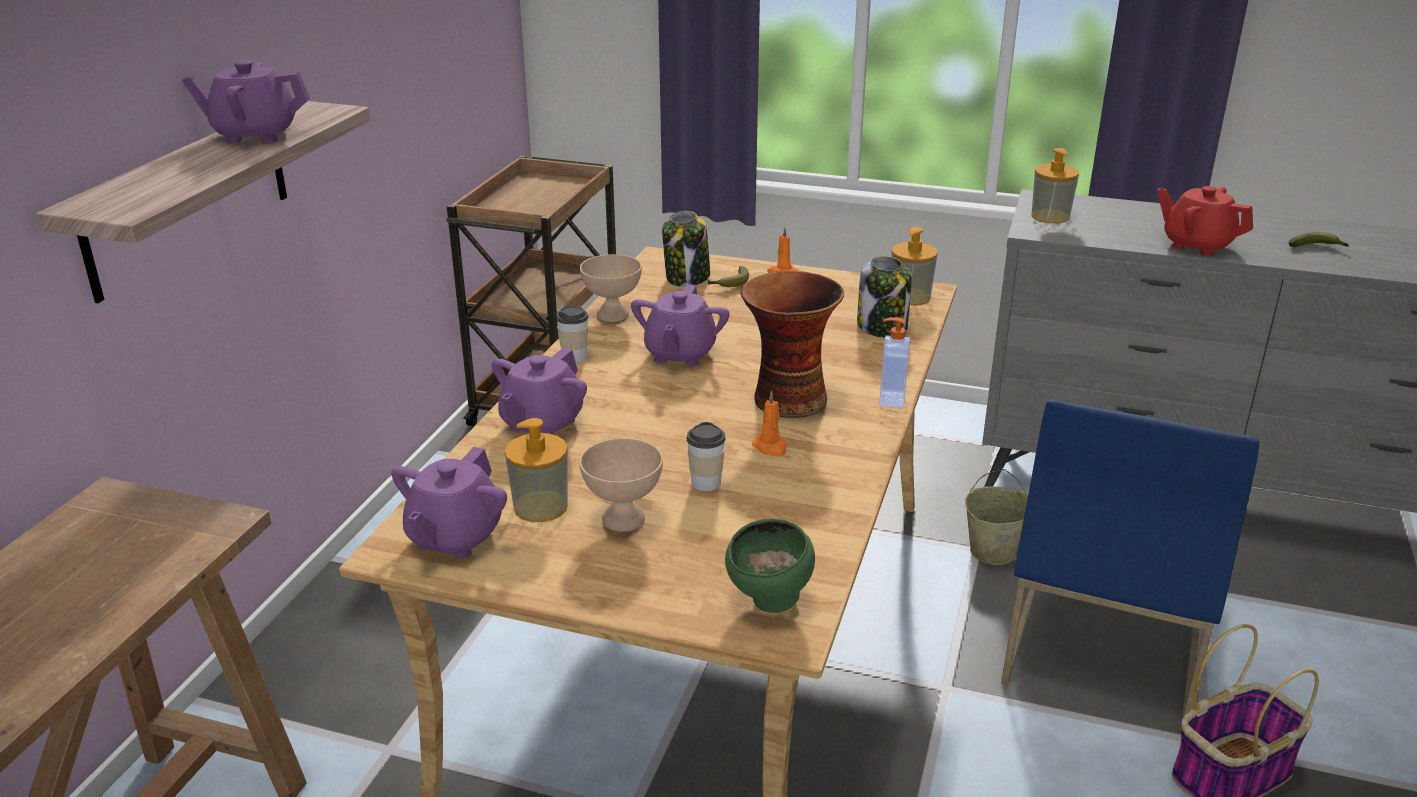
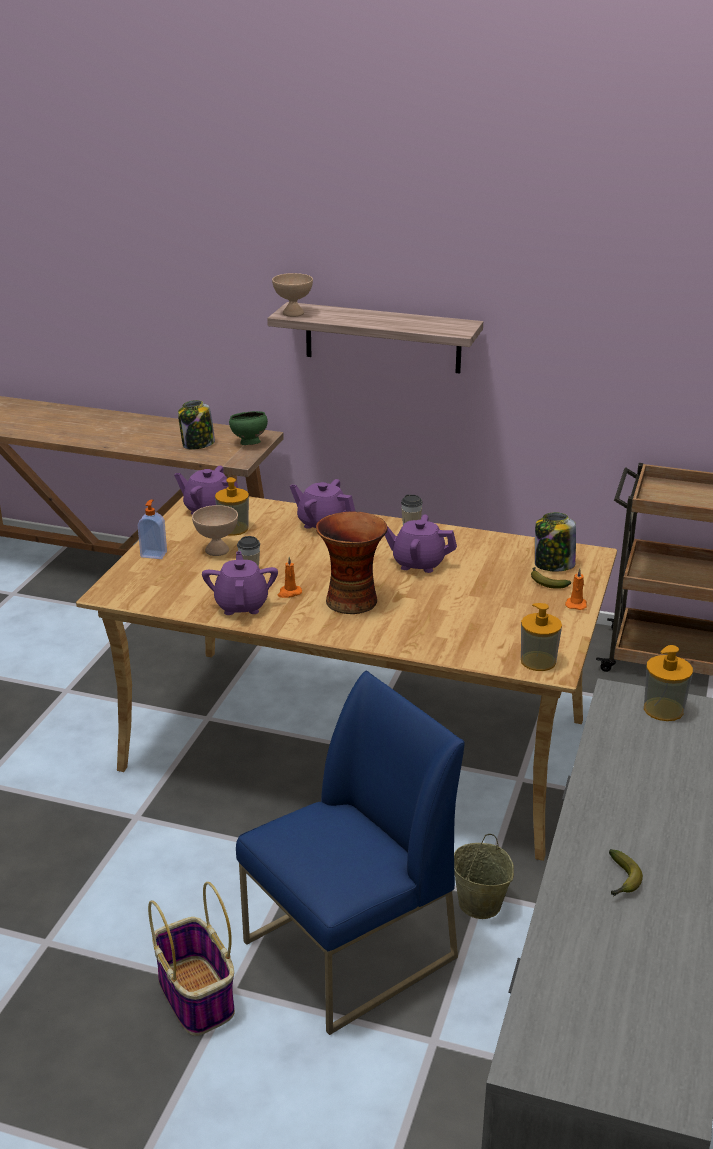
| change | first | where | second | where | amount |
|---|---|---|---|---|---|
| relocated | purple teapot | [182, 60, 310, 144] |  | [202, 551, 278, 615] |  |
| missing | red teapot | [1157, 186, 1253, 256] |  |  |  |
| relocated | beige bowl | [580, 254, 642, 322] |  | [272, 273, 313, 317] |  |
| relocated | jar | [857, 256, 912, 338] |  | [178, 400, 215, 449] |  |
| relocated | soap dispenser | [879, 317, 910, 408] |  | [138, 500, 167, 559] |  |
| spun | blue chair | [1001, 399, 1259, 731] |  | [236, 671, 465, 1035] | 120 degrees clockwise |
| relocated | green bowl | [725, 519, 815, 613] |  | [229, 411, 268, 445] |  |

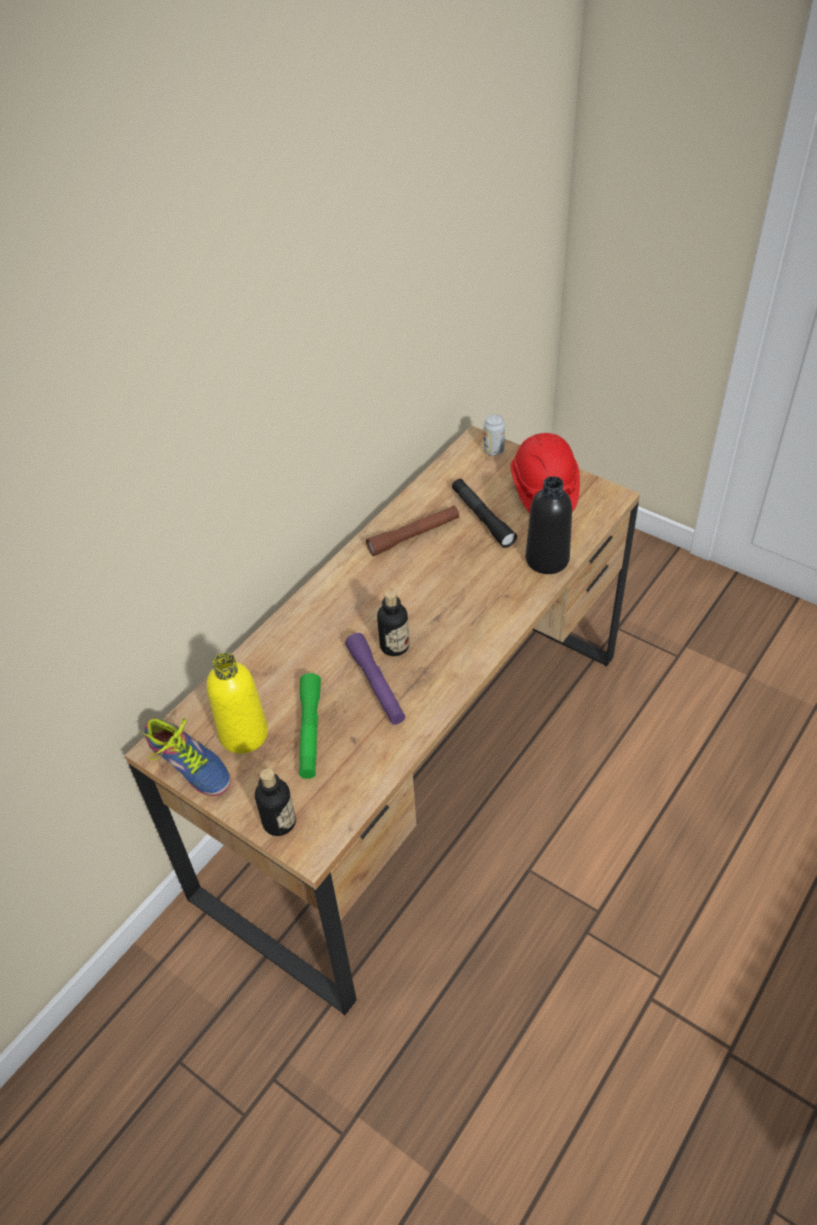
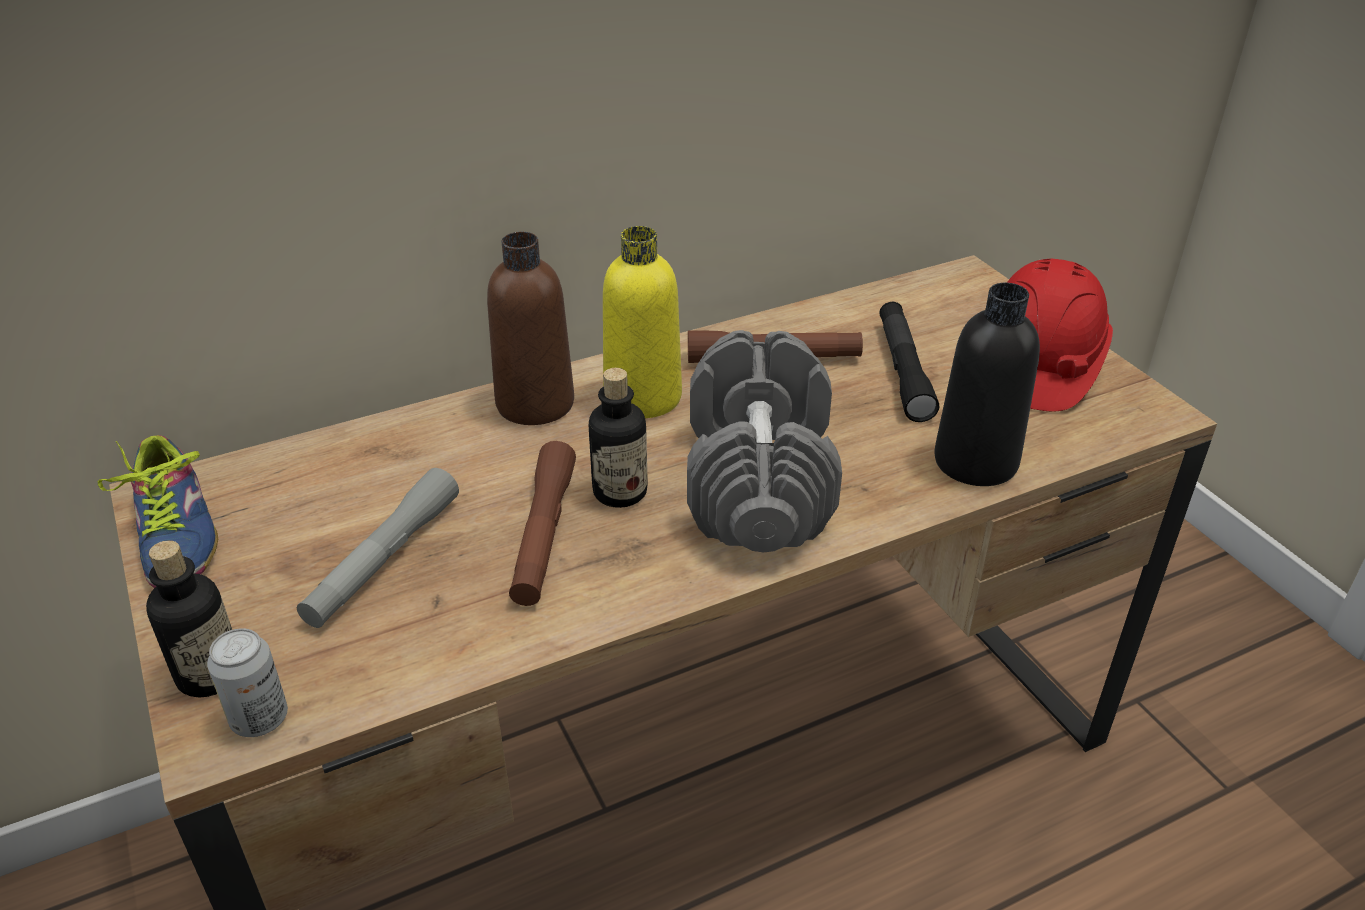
| change | first | where | second | where | amount |
|---|---|---|---|---|---|
| relocated | can | [483, 414, 505, 456] |  | [207, 628, 288, 737] |  |
| colour | purple flashlight | [345, 633, 405, 725] | brown flashlight | [509, 441, 576, 606] |  |
| relocated | yellow bottle | [207, 653, 268, 754] |  | [603, 226, 682, 418] |  |
| colour | green flashlight | [299, 673, 321, 779] | grey flashlight | [297, 468, 459, 628] |  |
| appeared |  |  | brown bottle | [487, 232, 574, 425] |  |
| appeared |  |  | grey dumbbell | [687, 330, 842, 553] |  |

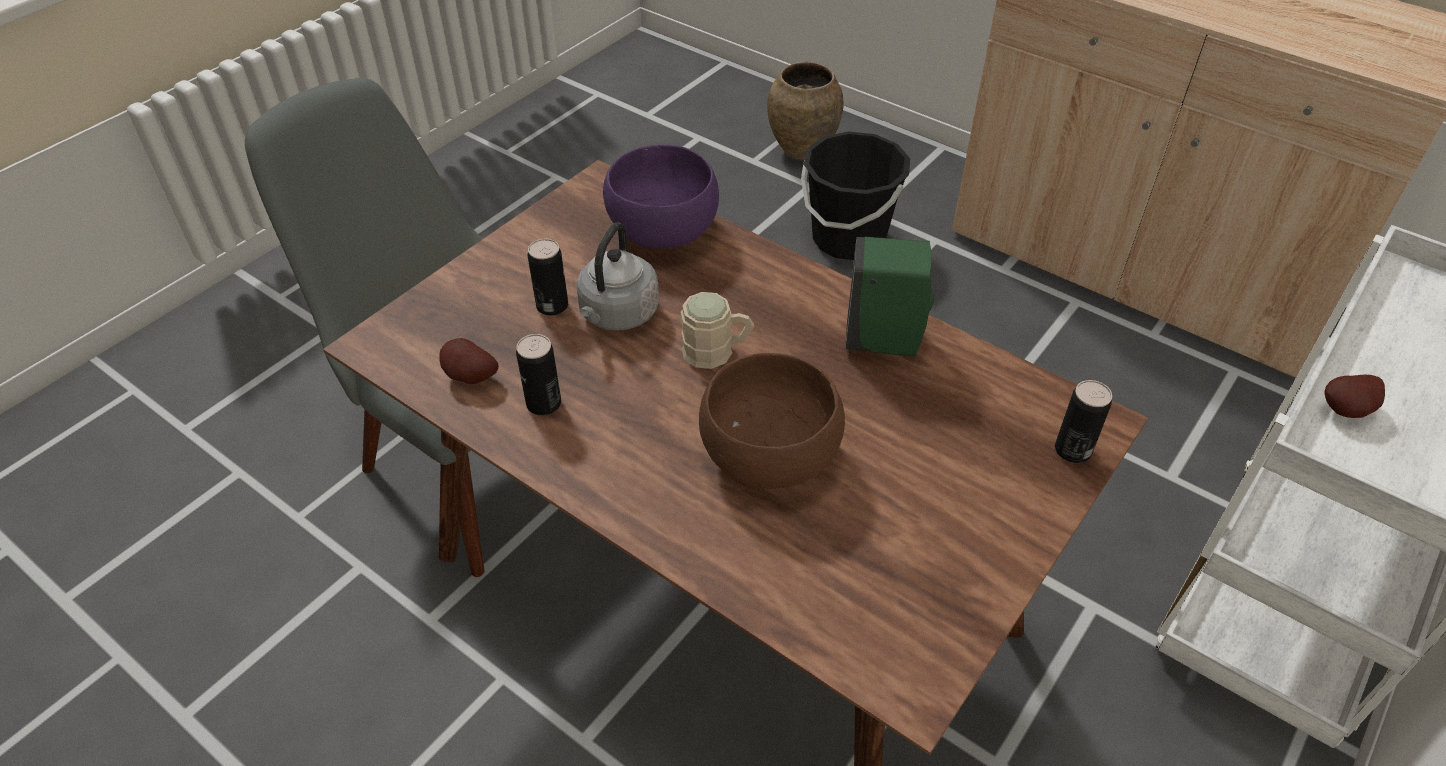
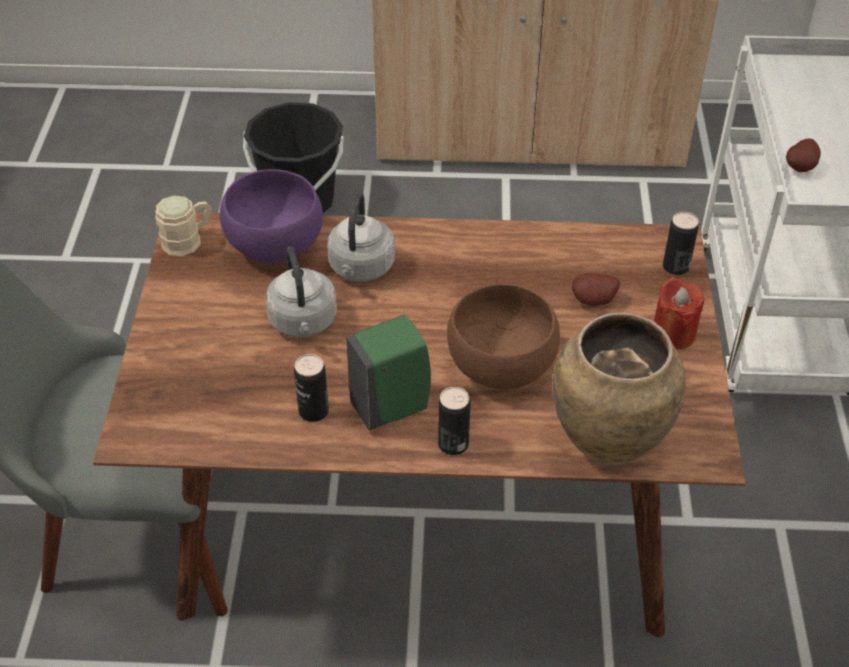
| change | first | where | second | where | amount |
|---|---|---|---|---|---|
| relocated | brown vase | [767, 62, 844, 160] |  | [553, 312, 686, 466] |  |
| relocated | green soap dispenser | [845, 237, 934, 356] |  | [346, 314, 431, 431] |  |
| relocated | can | [528, 239, 568, 316] |  | [438, 387, 471, 455] |  |
| relocated | beige mug | [680, 292, 754, 369] |  | [156, 196, 212, 256] |  |
| relocated | potato | [439, 338, 499, 384] |  | [572, 273, 620, 306] |  |
| appeared |  |  | grey kettle | [327, 193, 395, 281] |  |
| appeared |  |  | red candle | [654, 277, 705, 349] |  |

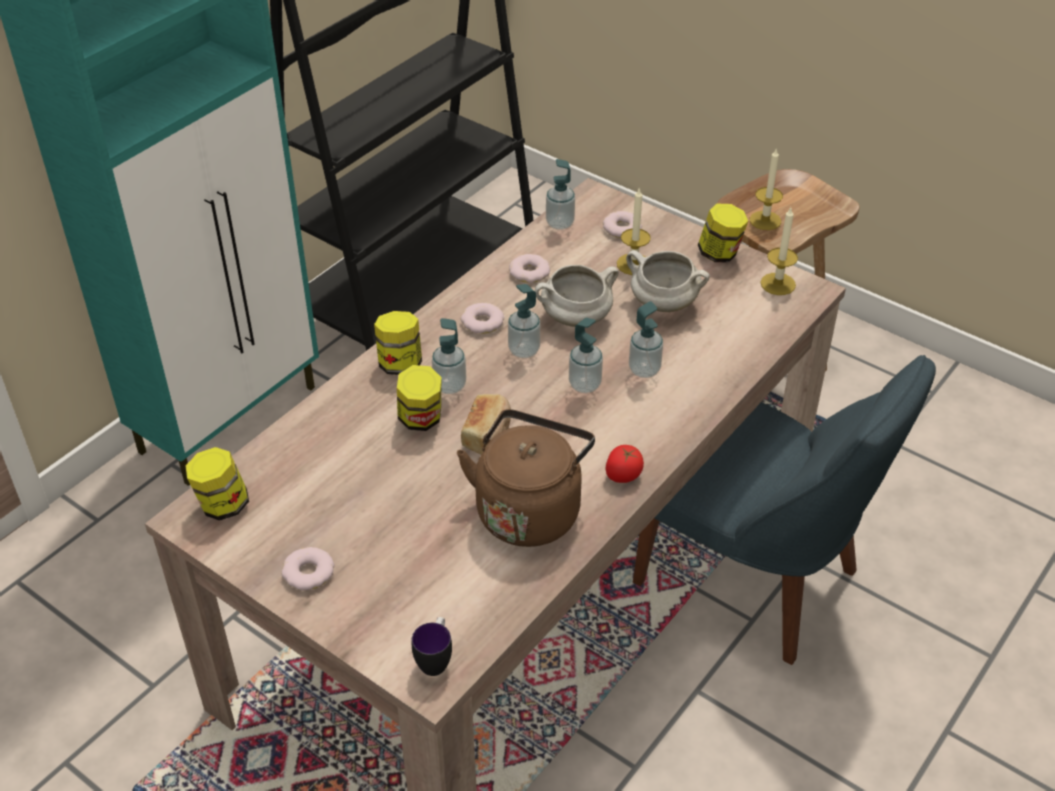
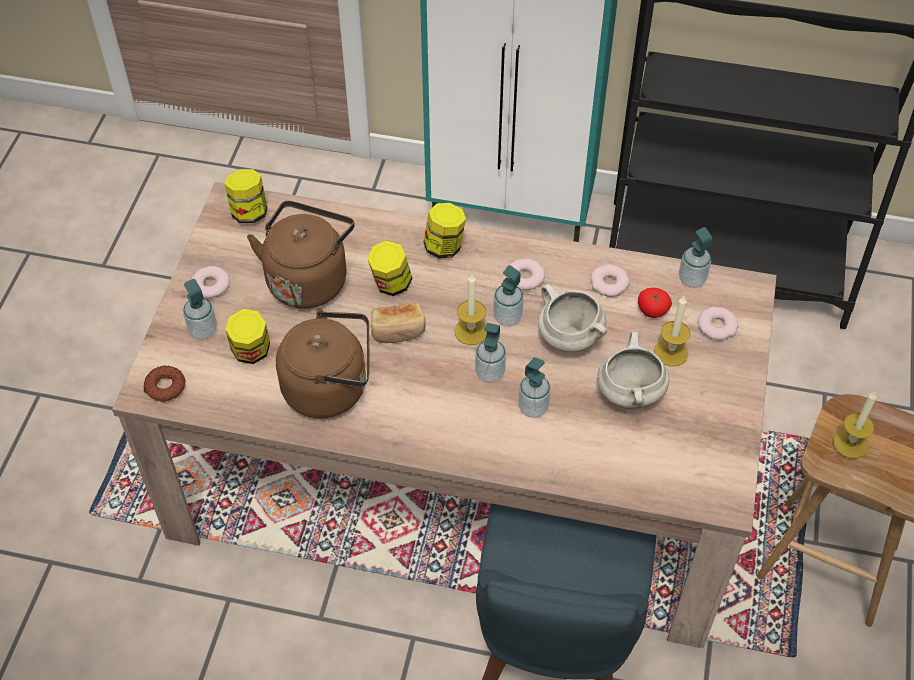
| change | first | where | second | where | amount |
|---|---|---|---|---|---|
| relocated | jar | [698, 204, 748, 262] |  | [225, 309, 270, 364] |  |
| relocated | candle | [760, 208, 798, 295] |  | [454, 275, 487, 345] |  |
| relocated | soap dispenser | [432, 318, 466, 394] |  | [183, 279, 217, 340] |  |
| relocated | tomato | [606, 445, 644, 483] |  | [638, 288, 672, 318] |  |
| exchanged | mug | [412, 617, 452, 676] | donut | [143, 365, 186, 402] |  |
| appeared |  |  | brown kettle | [247, 201, 355, 309] |  |

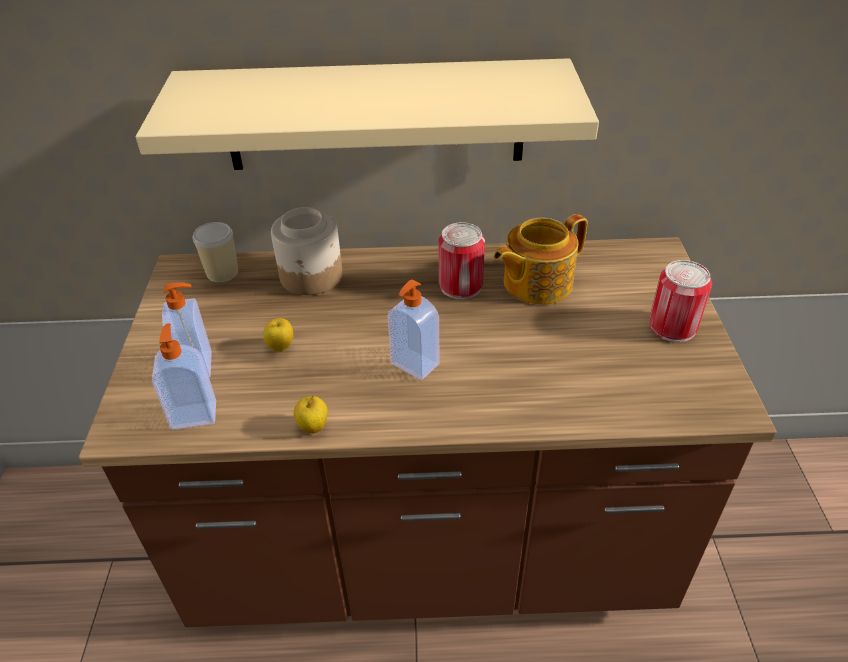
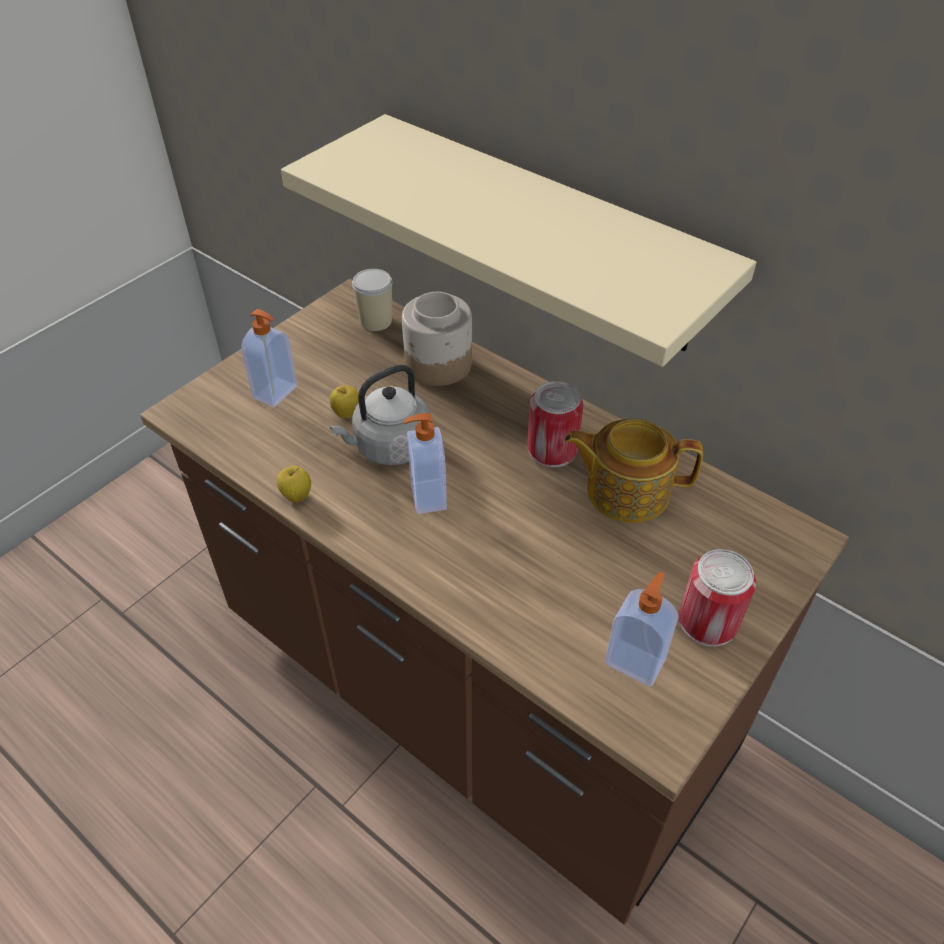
| change | first | where | second | where | amount |
|---|---|---|---|---|---|
| relocated | soap dispenser | [152, 323, 216, 430] |  | [605, 572, 678, 686] |  |
| appeared |  |  | grey kettle | [330, 365, 430, 465] |  |

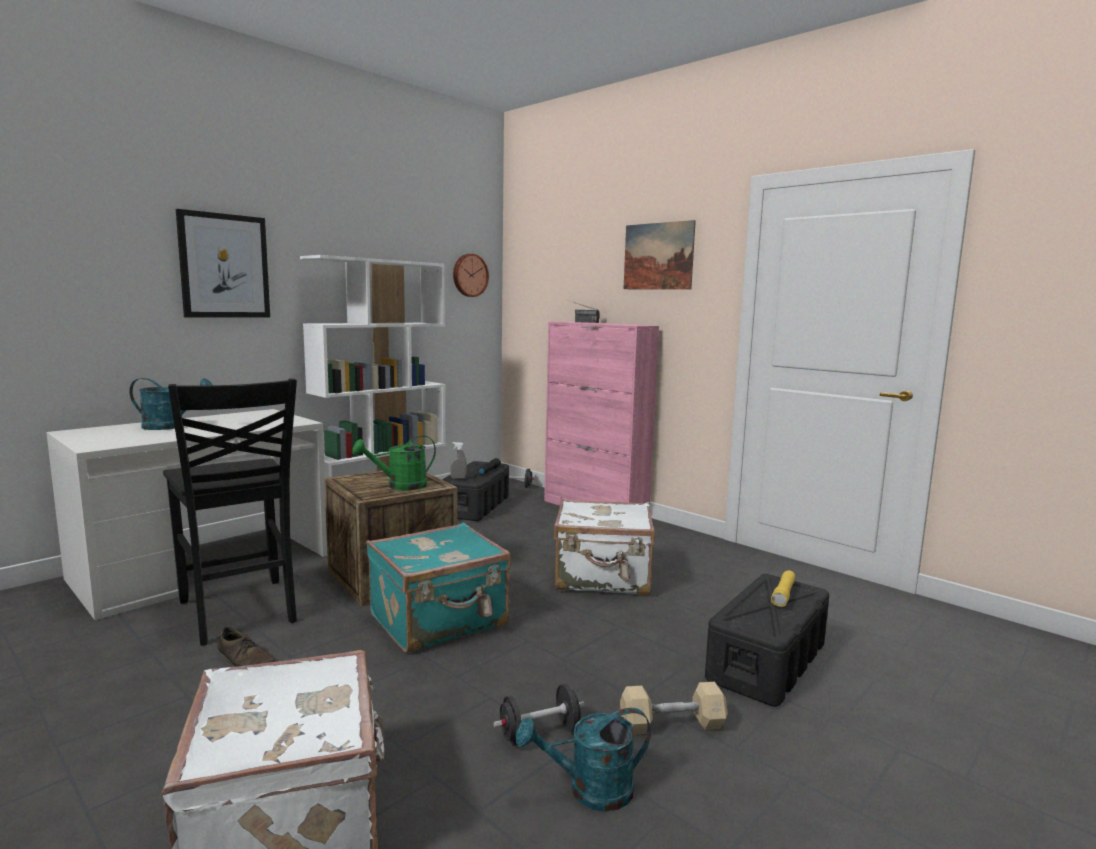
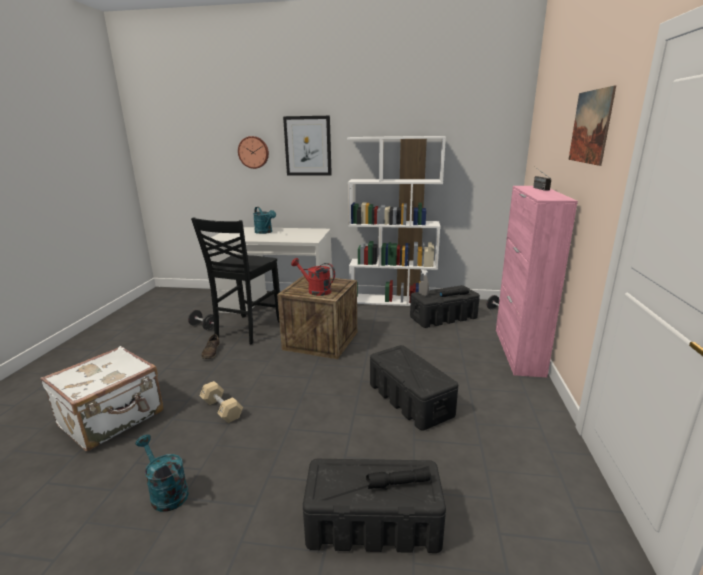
| change | first | where | second | where | amount |
|---|---|---|---|---|---|
| relocated | wall clock | [453, 254, 489, 297] |  | [238, 136, 269, 169] |  |
| colour | green watering can | [352, 436, 436, 491] | red watering can | [291, 258, 335, 296] |  |
| exchanged | white suitcase | [554, 499, 655, 595] | black storage box | [370, 345, 458, 431] |  |
| missing | turquoise suitcase | [366, 523, 511, 653] |  |  |  |
| colour | yellow flashlight | [771, 570, 796, 607] | black flashlight | [366, 468, 431, 489] |  |
| relocated | beige dumbbell | [620, 682, 728, 735] |  | [200, 381, 243, 423] |  |
| relocated | black dumbbell | [494, 684, 585, 746] |  | [188, 310, 214, 330] |  |

